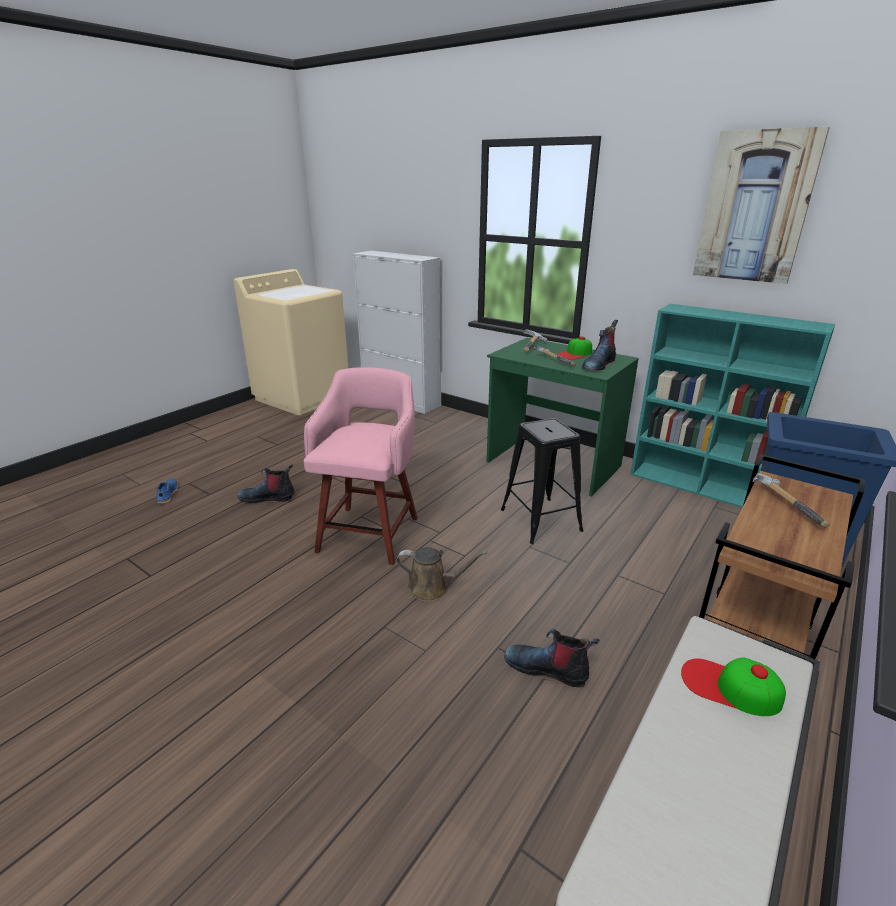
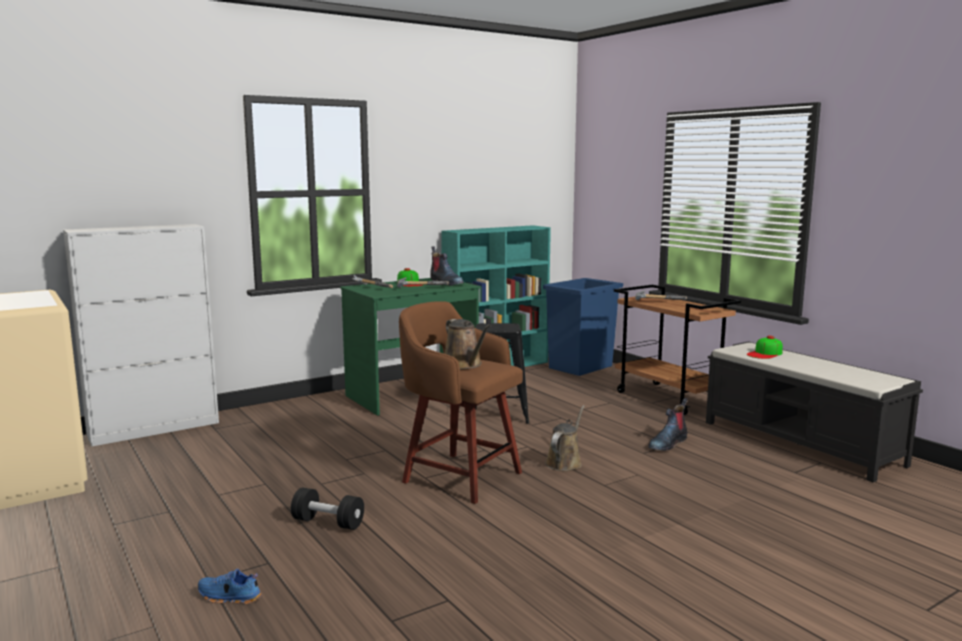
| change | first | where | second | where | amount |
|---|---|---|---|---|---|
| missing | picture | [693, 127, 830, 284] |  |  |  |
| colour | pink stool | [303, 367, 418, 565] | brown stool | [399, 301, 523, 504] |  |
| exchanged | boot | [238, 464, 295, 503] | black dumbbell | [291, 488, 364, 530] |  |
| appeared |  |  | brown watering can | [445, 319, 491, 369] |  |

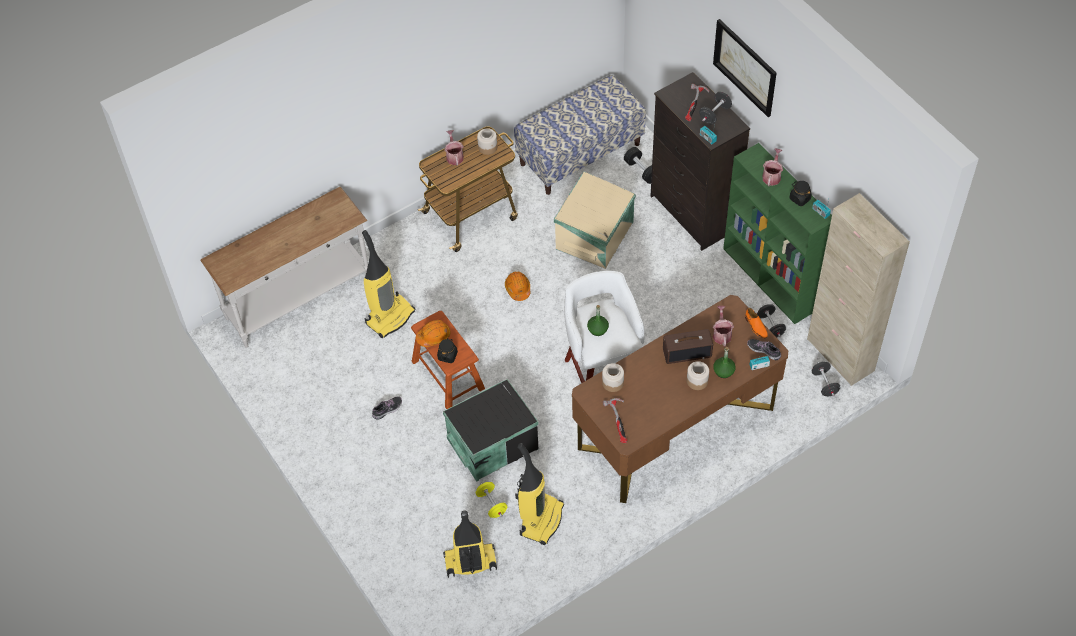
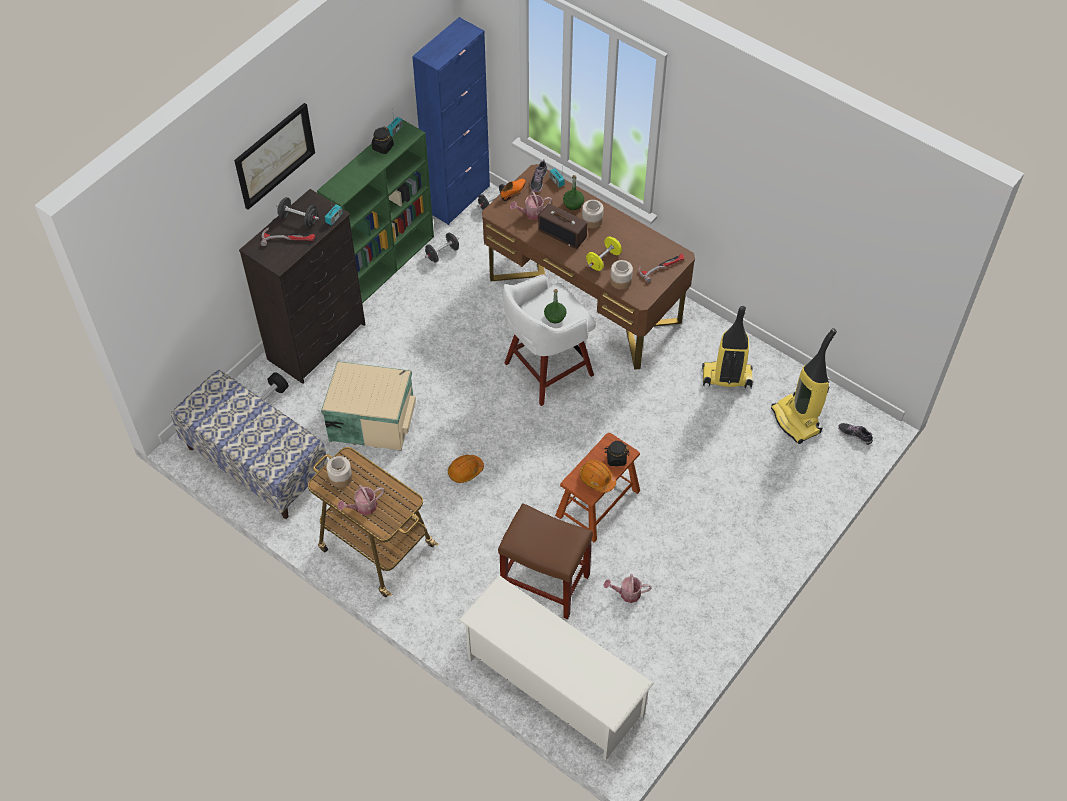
| change | first | where | second | where | amount |
|---|---|---|---|---|---|
| relocated | watering can | [762, 149, 783, 186] |  | [603, 574, 652, 603] |  |
| exchanged | white console table | [200, 187, 368, 348] | white shoe rack | [459, 575, 654, 760] |  |
| colour | beige cabinet | [807, 193, 910, 386] | blue cabinet | [412, 17, 490, 225] |  |
| exchanged | vacuum cleaner | [362, 230, 415, 338] | brown stool | [498, 503, 593, 619] |  |
| spun | radio | [663, 329, 713, 364] |  | [538, 204, 587, 249] | 150 degrees clockwise |
| missing | black storage box | [443, 379, 539, 482] |  |  |  |
| relocated | shoe | [372, 396, 402, 420] |  | [838, 423, 873, 445] |  |
| relocated | yellow dumbbell | [475, 482, 507, 518] |  | [586, 237, 622, 271] |  |

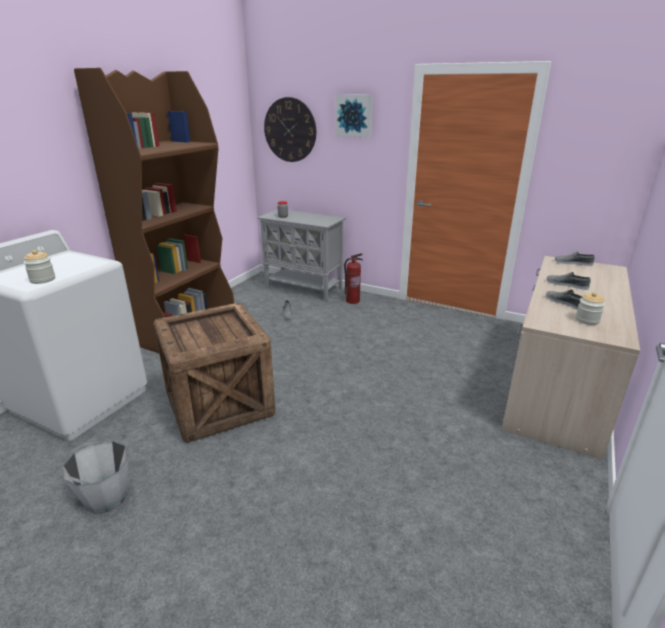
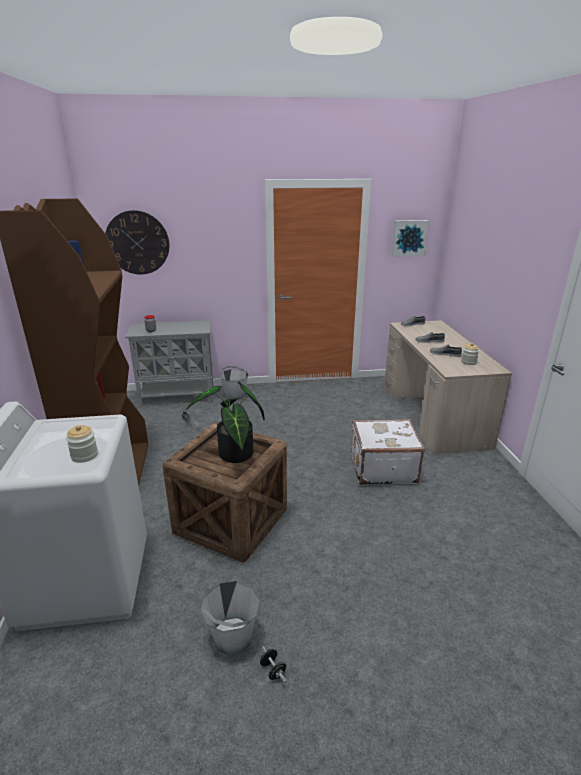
| change | first | where | second | where | amount |
|---|---|---|---|---|---|
| relocated | picture | [335, 94, 373, 137] |  | [392, 220, 429, 257] |  |
| exchanged | fire extinguisher | [344, 253, 362, 304] | grey bucket | [220, 366, 248, 400] |  |
| appeared |  |  | potted plant | [186, 382, 265, 463] |  |
| appeared |  |  | white suitcase | [351, 419, 425, 485] |  |
| appeared |  |  | black dumbbell | [260, 646, 286, 683] |  |

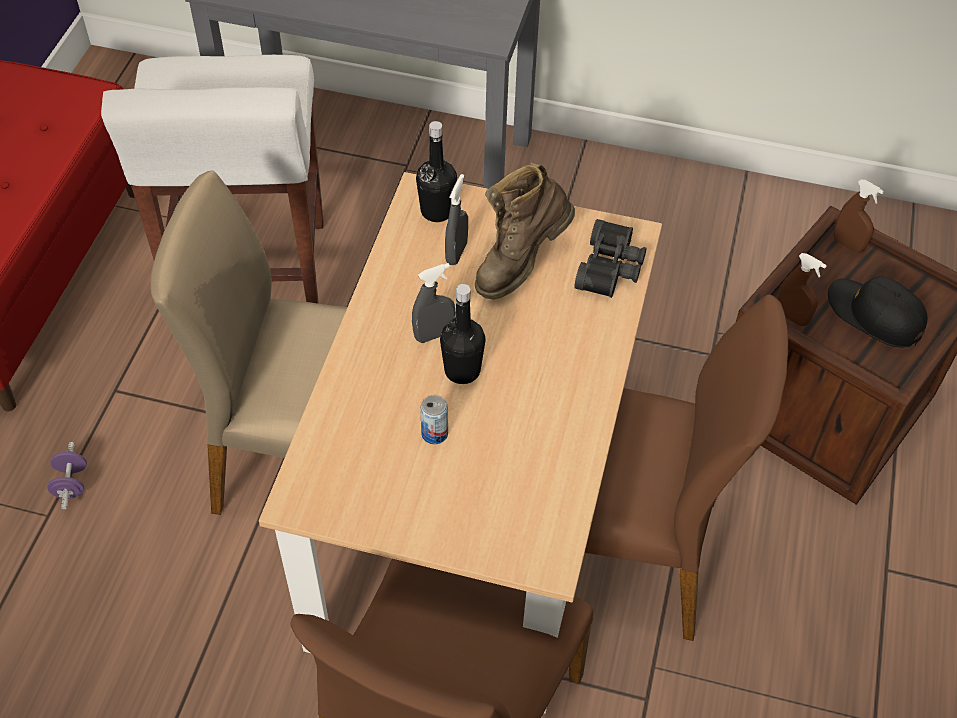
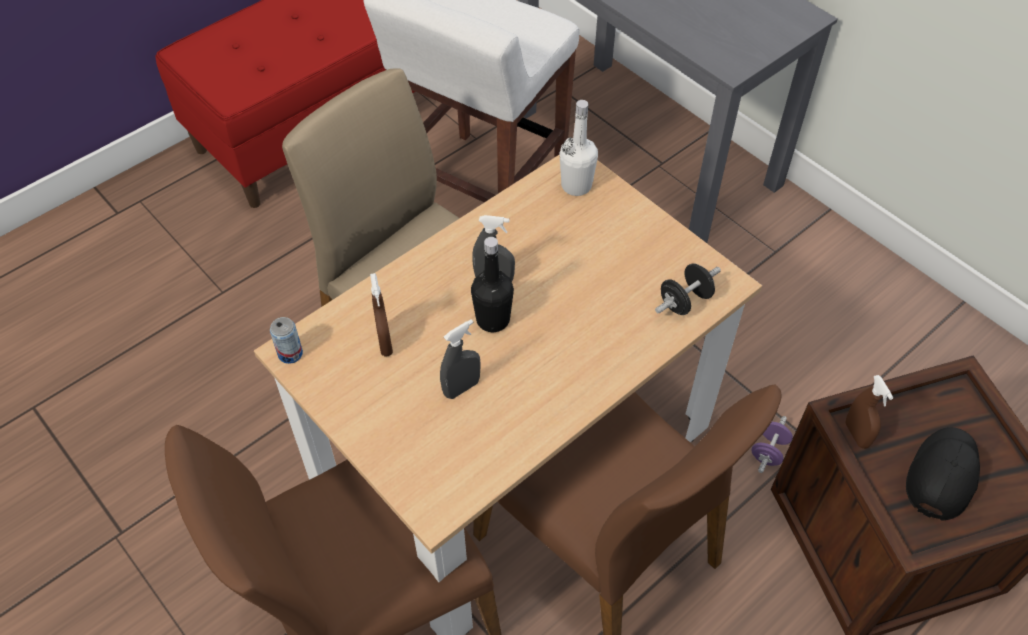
| change | first | where | second | where | amount |
|---|---|---|---|---|---|
| colour | black bottle | [416, 121, 457, 222] | white bottle | [559, 100, 598, 196] |  |
| missing | brown boot | [475, 163, 575, 300] |  |  |  |
| relocated | grey spray bottle | [445, 174, 468, 265] |  | [440, 319, 481, 399] |  |
| relocated | brown spray bottle | [834, 180, 884, 253] |  | [370, 273, 393, 356] |  |
| exchanged | black binoculars | [574, 219, 647, 298] | black dumbbell | [655, 263, 721, 315] |  |
| spun | black cap | [828, 277, 927, 347] |  | [906, 427, 980, 520] | 45 degrees clockwise |
| relocated | can | [420, 395, 448, 444] |  | [270, 317, 303, 364] |  |
| relocated | purple dumbbell | [47, 442, 87, 509] |  | [751, 416, 793, 473] |  |

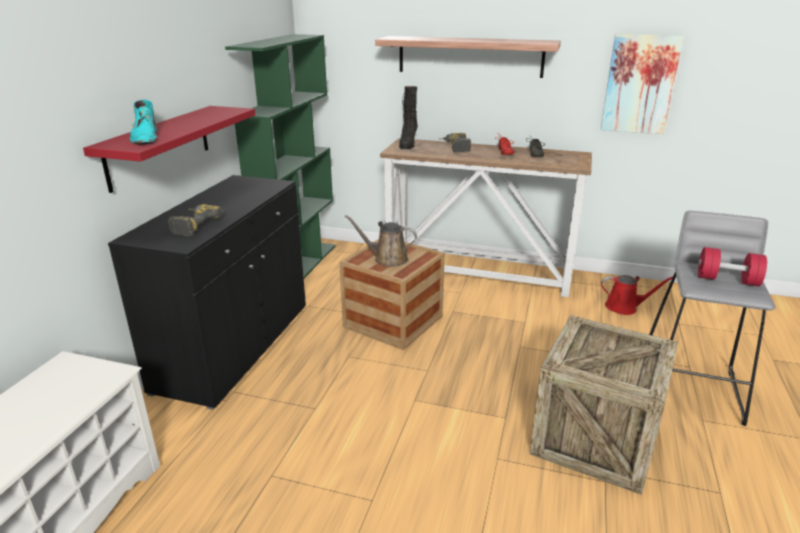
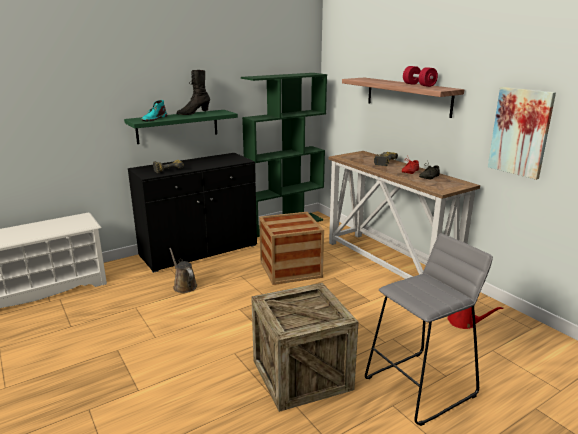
| change | first | where | second | where | amount |
|---|---|---|---|---|---|
| relocated | black boot | [399, 86, 418, 149] |  | [177, 70, 210, 115] |  |
| colour | red shelf | [83, 106, 255, 193] | green shelf | [124, 110, 238, 144] |  |
| relocated | brown watering can | [344, 215, 417, 267] |  | [169, 248, 197, 293] |  |
| relocated | red dumbbell | [698, 247, 767, 286] |  | [403, 66, 438, 87] |  |

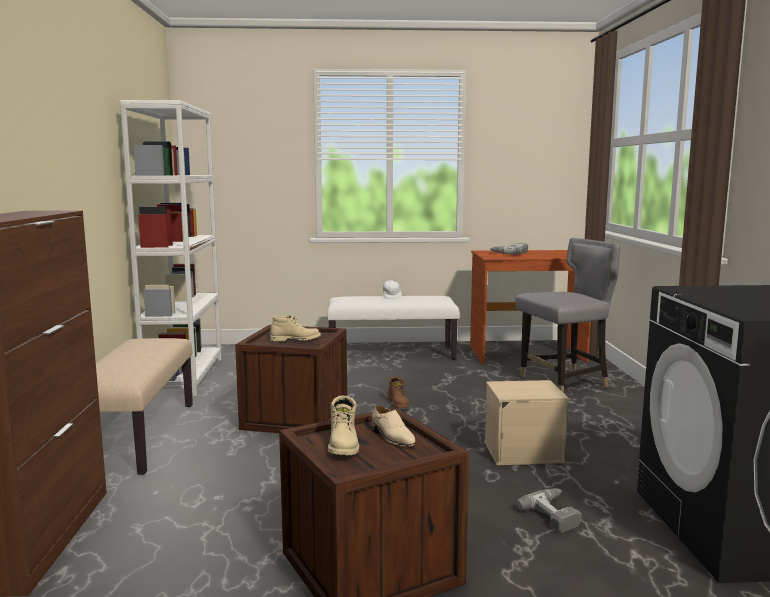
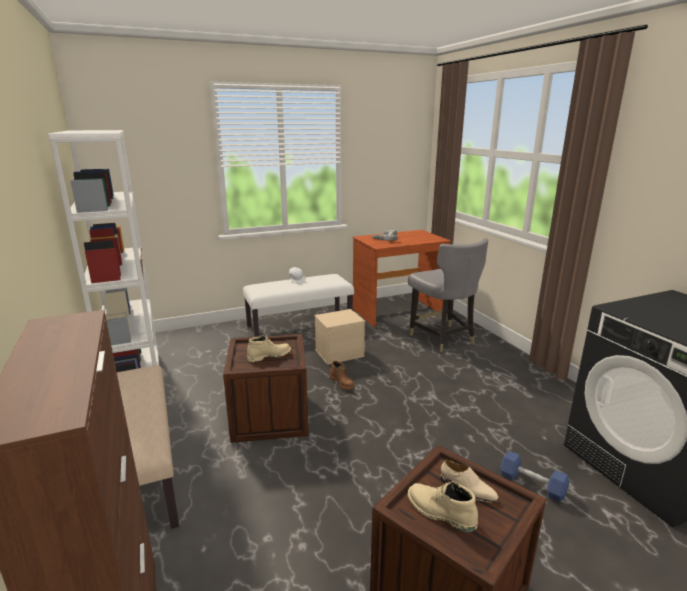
| change | first | where | second | where | amount |
|---|---|---|---|---|---|
| spun | grey chair | [515, 238, 621, 393] |  | [408, 238, 488, 352] | 105 degrees clockwise |
| relocated | beige storage box | [484, 380, 569, 465] |  | [314, 309, 365, 365] |  |
| spun | beige boot | [328, 396, 359, 455] |  | [407, 481, 478, 532] | 150 degrees clockwise |
| exchanged | power drill | [516, 488, 581, 533] | blue dumbbell | [500, 451, 569, 502] |  |

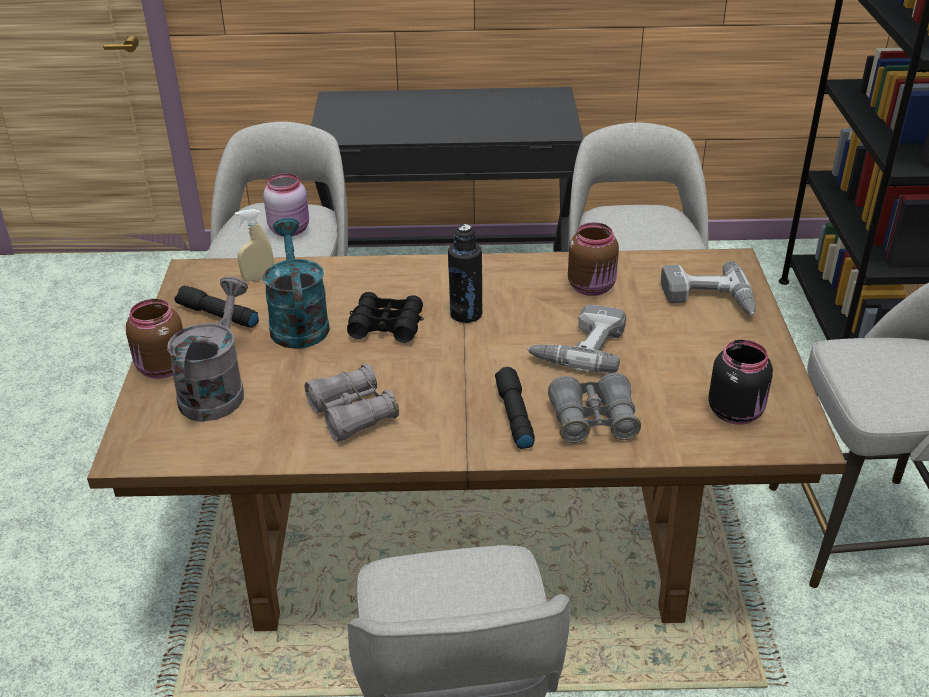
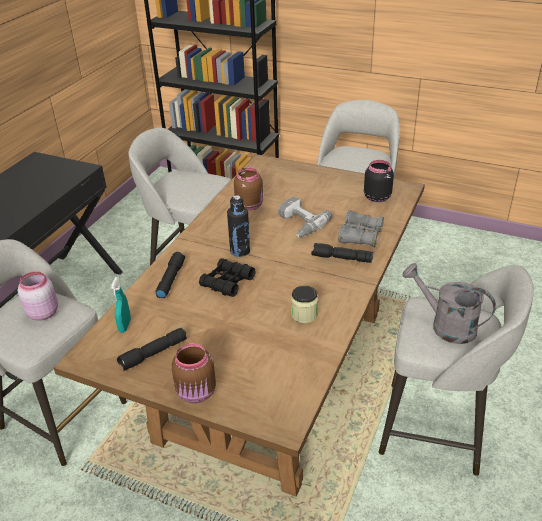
| change | first | where | second | where | amount |
|---|---|---|---|---|---|
| colour | beige spray bottle | [235, 209, 274, 282] | turquoise spray bottle | [111, 277, 131, 333] |  |
| missing | turquoise watering can | [263, 218, 330, 349] |  |  |  |
| missing | power drill | [661, 261, 756, 315] |  |  |  |
| relocated | grey watering can | [167, 276, 248, 422] |  | [402, 263, 496, 344] |  |
| exchanged | grey binoculars | [305, 364, 399, 442] | jar | [291, 286, 318, 323] |  |
| appeared |  |  | black flashlight | [156, 252, 185, 298] |  |

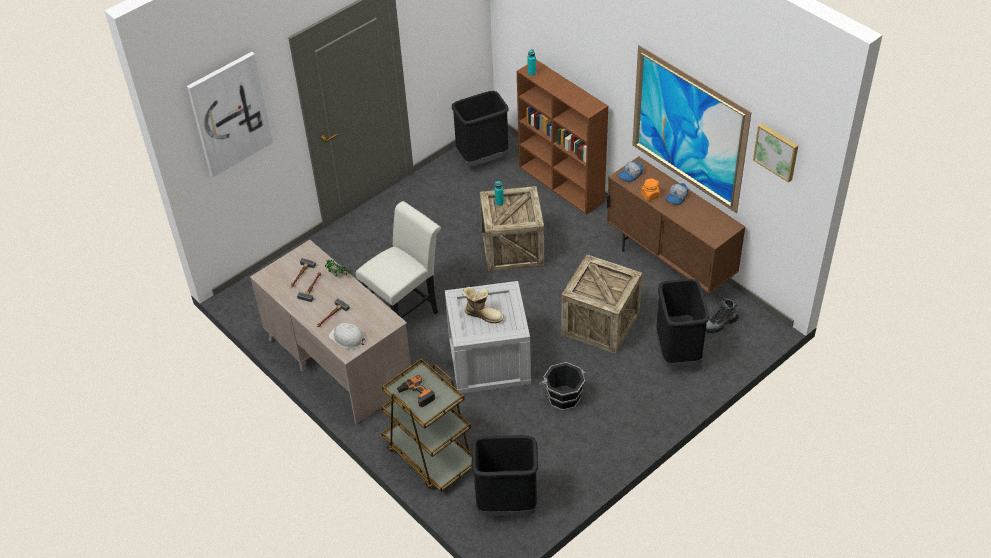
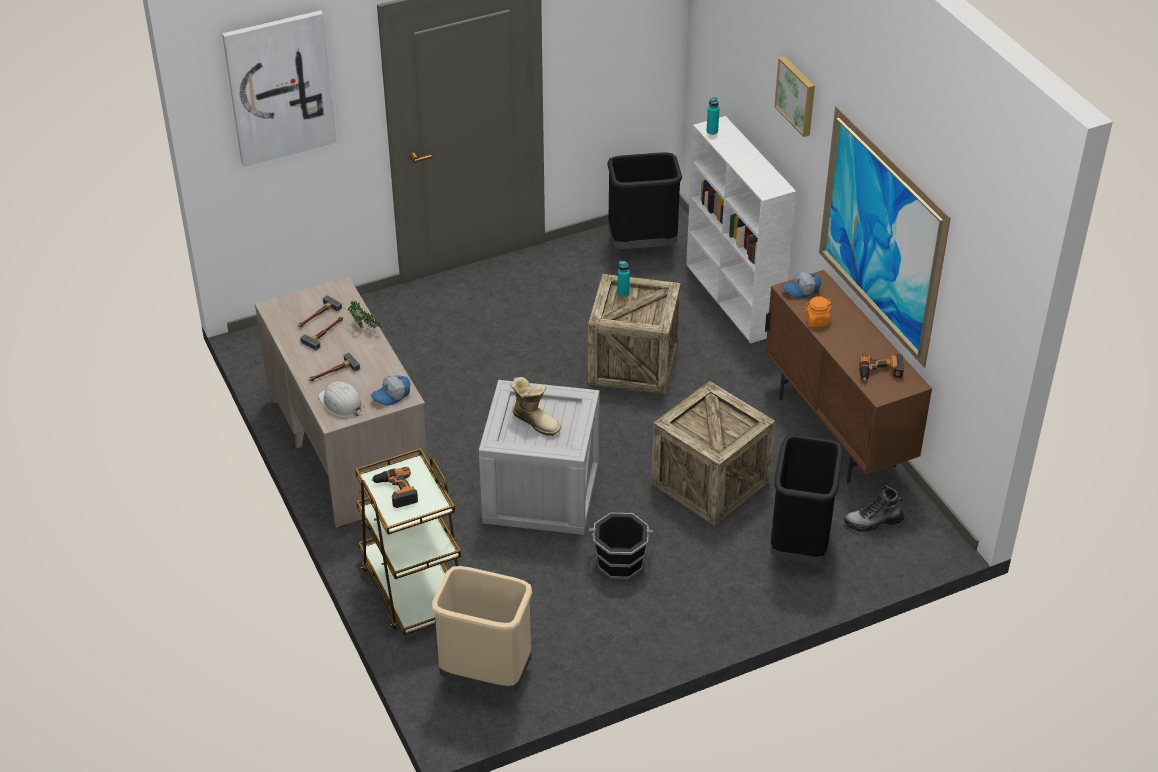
| change | first | where | second | where | amount |
|---|---|---|---|---|---|
| colour | brown bookcase | [517, 60, 608, 215] | white bookcase | [686, 116, 796, 343] |  |
| relocated | picture | [753, 123, 798, 183] |  | [774, 56, 815, 137] |  |
| relocated | cap | [665, 183, 688, 205] |  | [371, 375, 410, 406] |  |
| missing | white chair | [355, 201, 441, 318] |  |  |  |
| colour | black trash can | [472, 435, 538, 516] | beige trash can | [432, 566, 532, 693] |  |
| appeared |  |  | power drill | [859, 353, 904, 381] |  |

